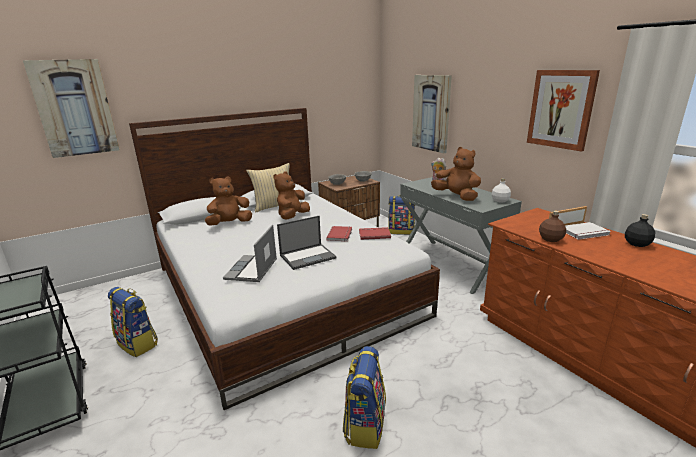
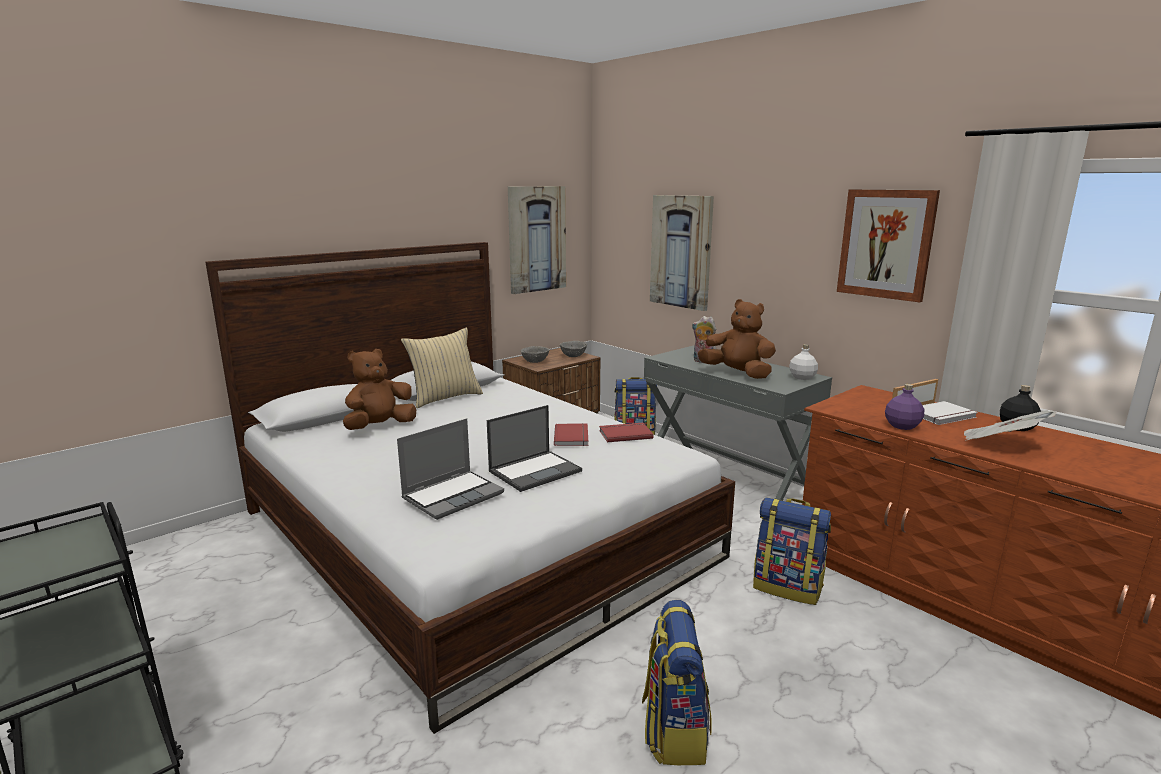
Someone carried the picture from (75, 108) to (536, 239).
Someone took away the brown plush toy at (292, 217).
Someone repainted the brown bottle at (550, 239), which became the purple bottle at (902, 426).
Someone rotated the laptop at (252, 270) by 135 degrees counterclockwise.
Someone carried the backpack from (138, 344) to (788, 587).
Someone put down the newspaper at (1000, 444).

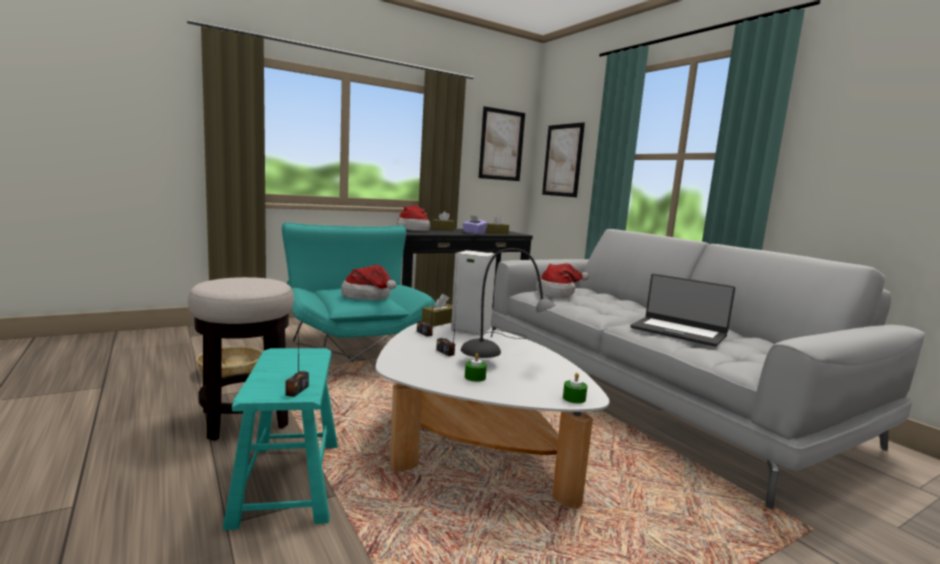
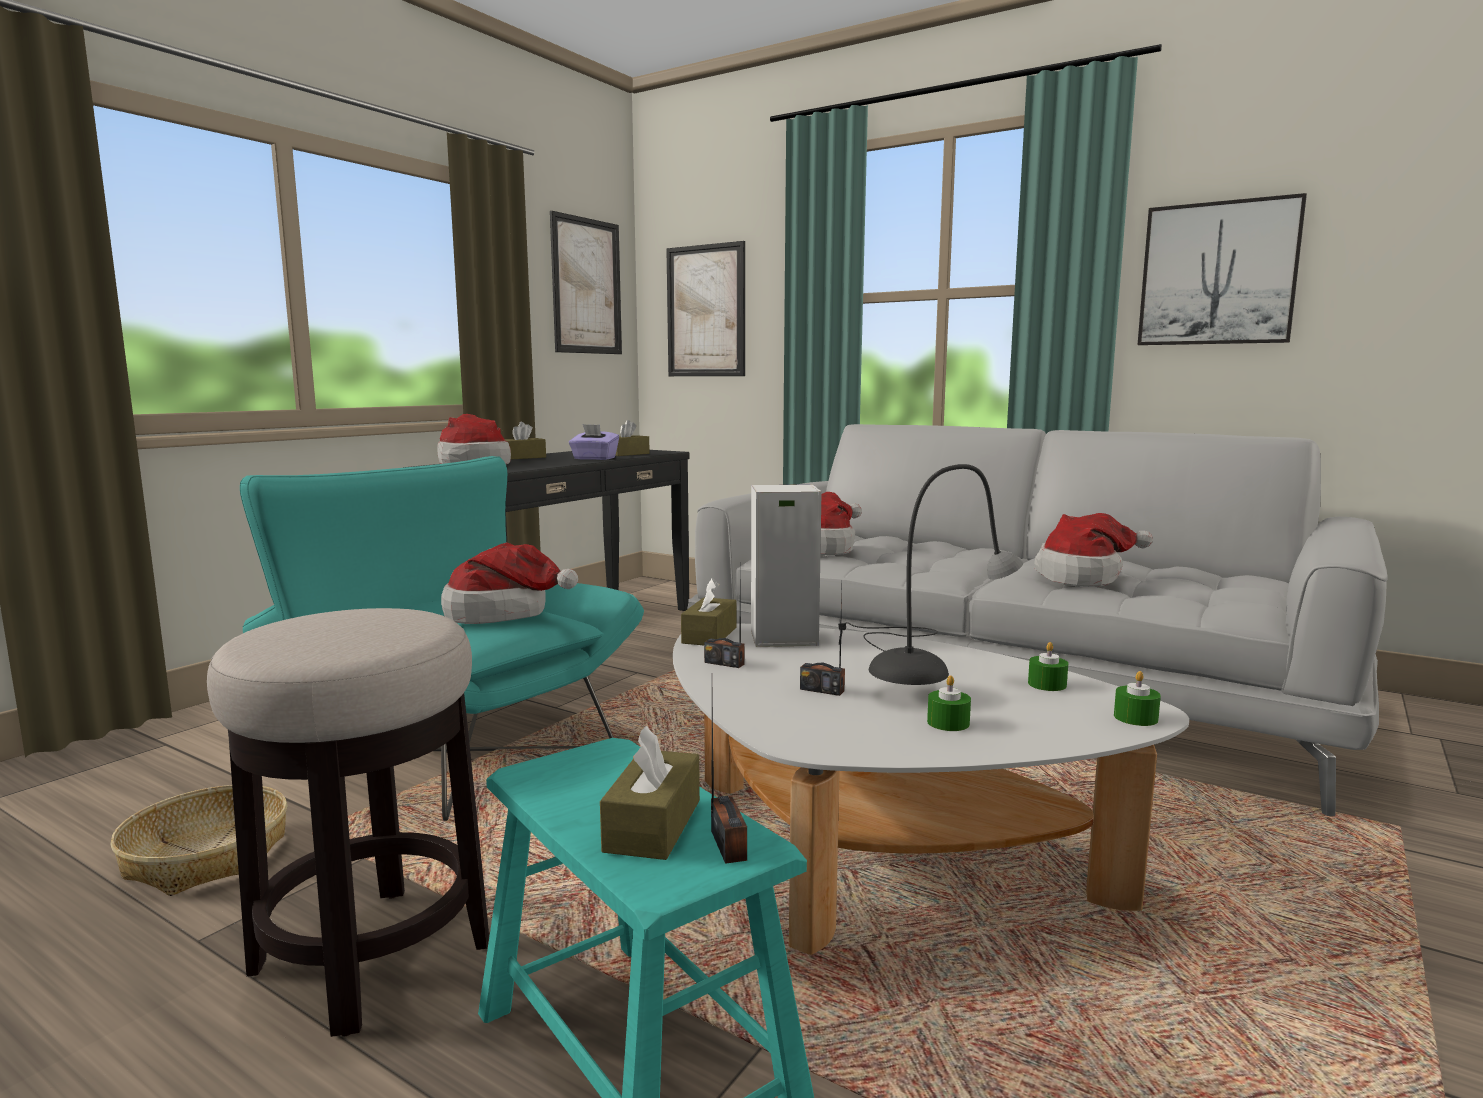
Someone swapped the laptop at (678, 331) for the hat at (1084, 577).
Someone put up the picture at (1218, 274).
Someone put down the green candle at (1047, 684).
Someone put down the brown tissue box at (653, 825).

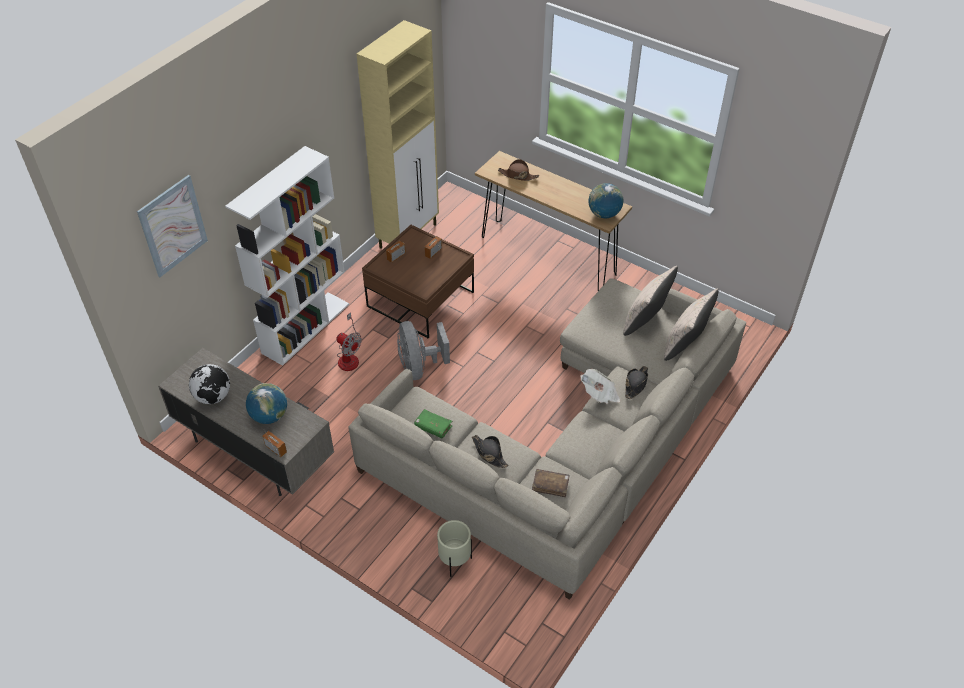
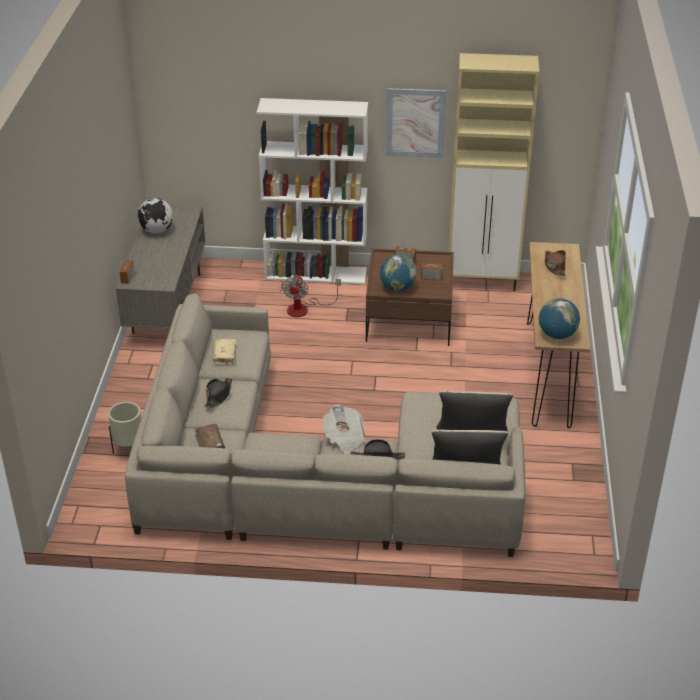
Someone carried the picture from (173, 226) to (415, 123).
Someone took away the grey fan at (419, 367).
Someone carried the globe from (269, 416) to (397, 288).
Someone repainted the green book at (433, 427), which became the beige book at (224, 355).

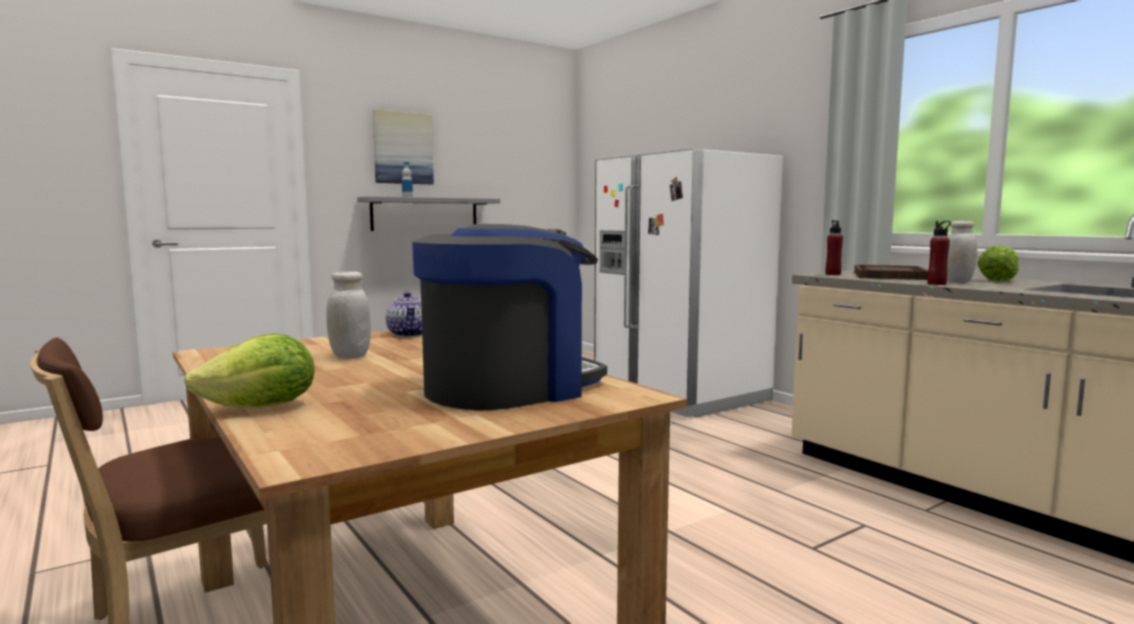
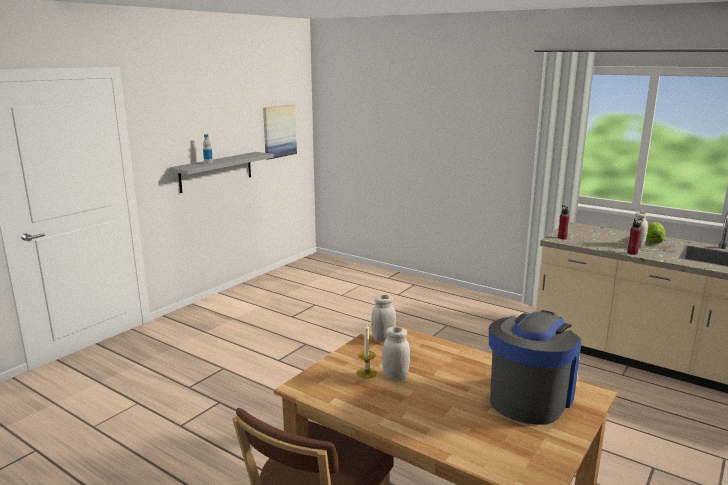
Someone carried the picture from (403, 148) to (279, 131).
Someone took away the white fridge at (680, 395).
Someone took away the brown tray at (890, 275).
Someone swapped the teapot at (409, 334) for the white jar at (383, 339).
Someone took away the lettuce at (262, 408).
Someone put down the candle at (366, 373).

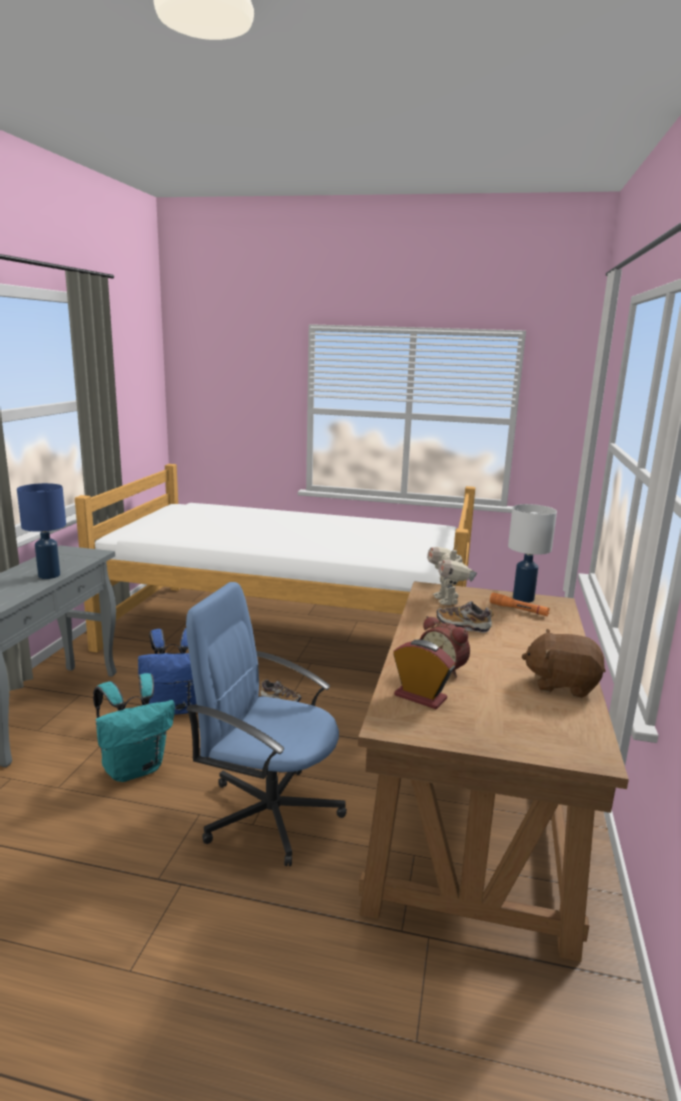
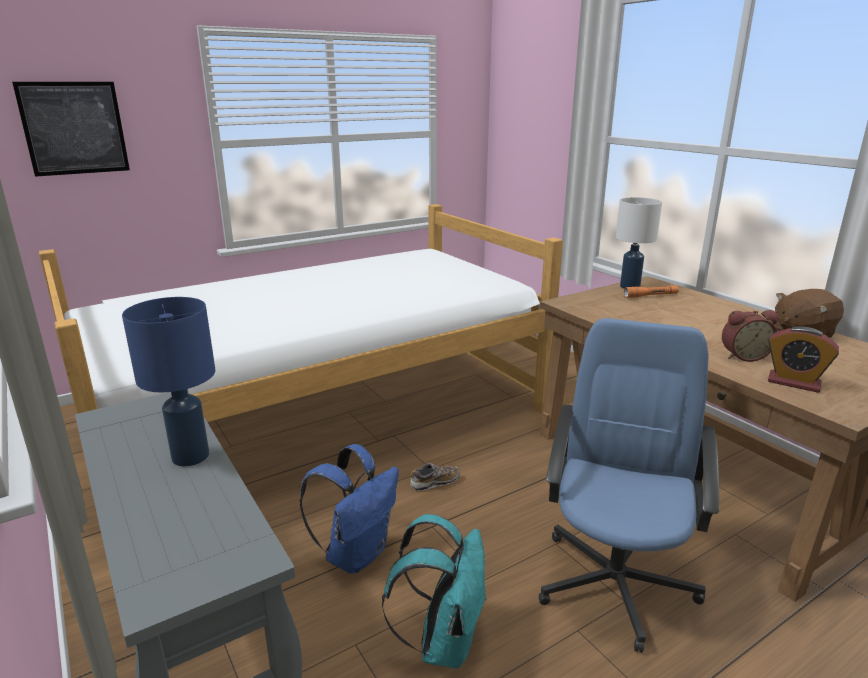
Someone took away the toy robot at (447, 600).
Someone rotated the blue office chair at (269, 812) by 135 degrees clockwise.
Someone took away the shoe at (463, 626).
Someone rotated the alarm clock at (420, 697) by 135 degrees counterclockwise.
Someone put up the picture at (74, 128).

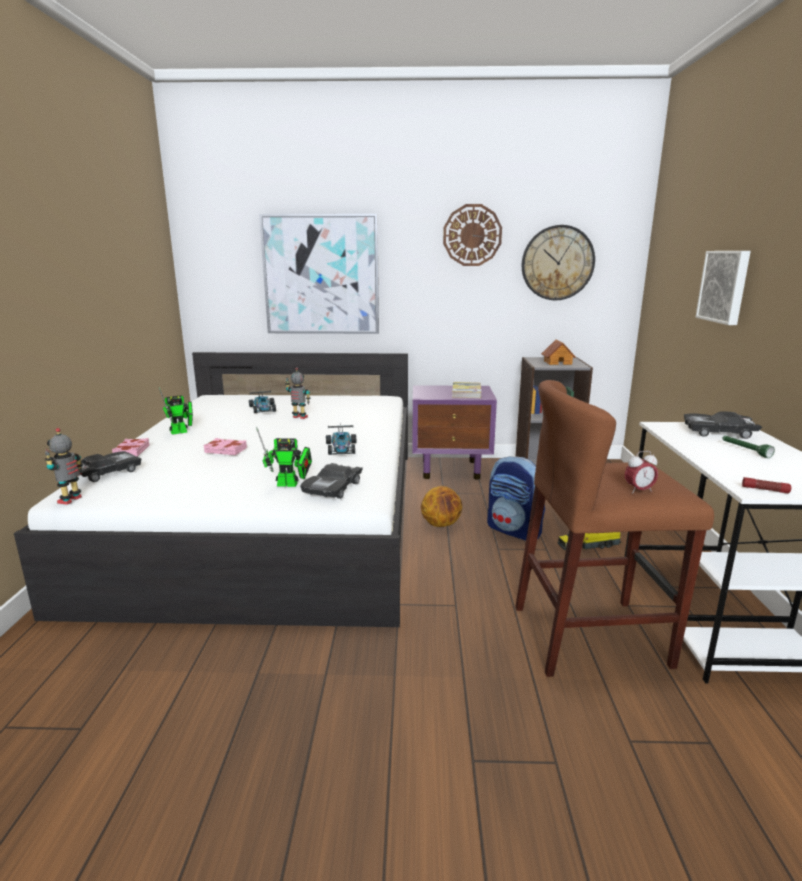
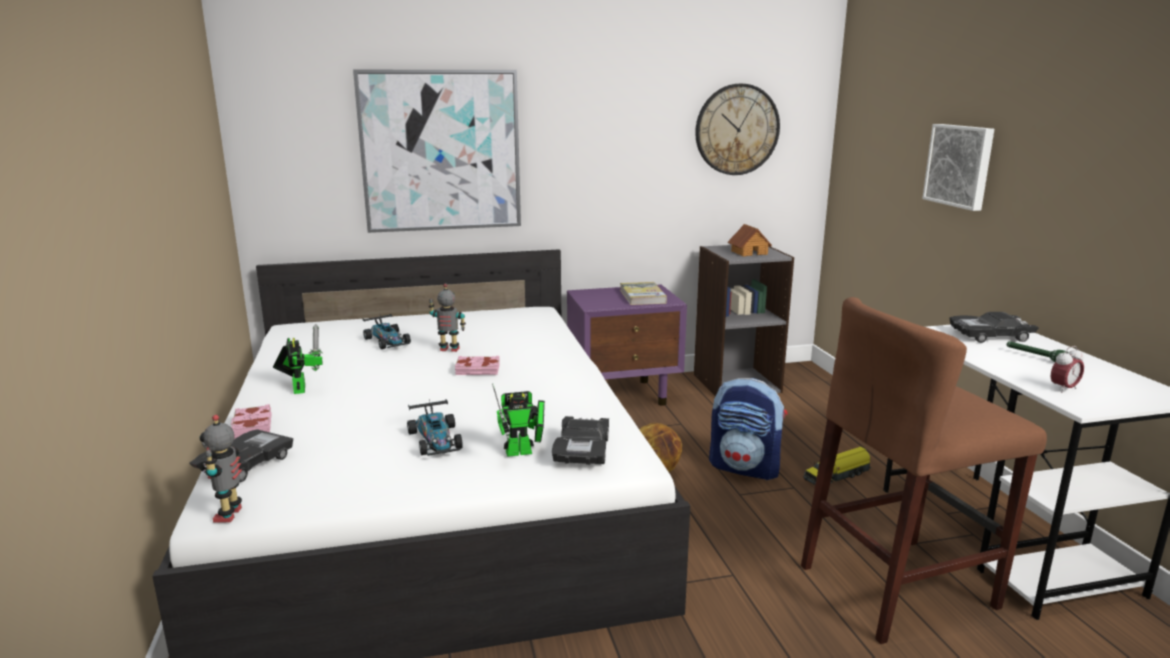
Someone took away the wall clock at (472, 235).
Someone rotated the toy robot at (181, 432) by 60 degrees counterclockwise.
Someone carried the toy car from (341, 448) to (436, 439).
Someone carried the pink book from (225, 450) to (477, 370).
Someone carried the alarm clock from (638, 491) to (1063, 389).
Someone took away the flashlight at (765, 490).

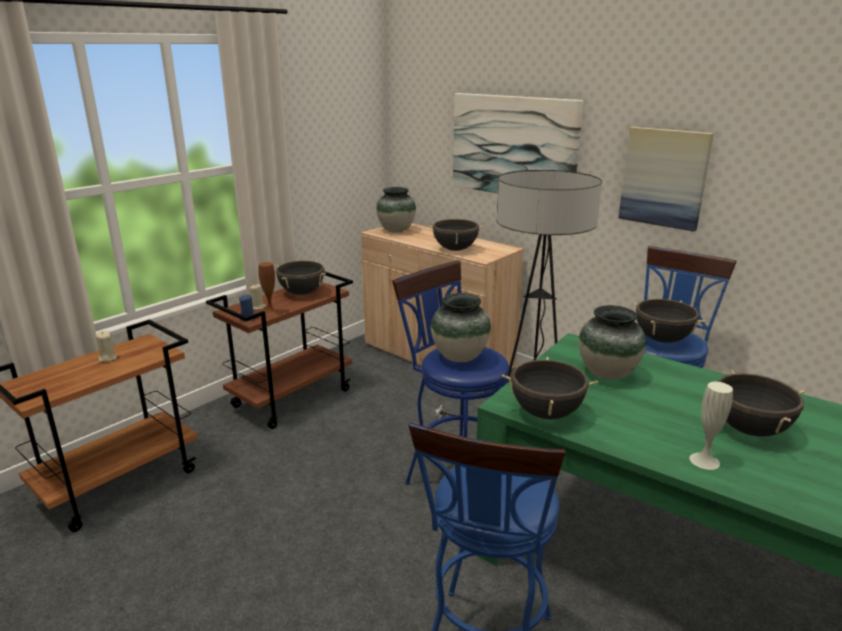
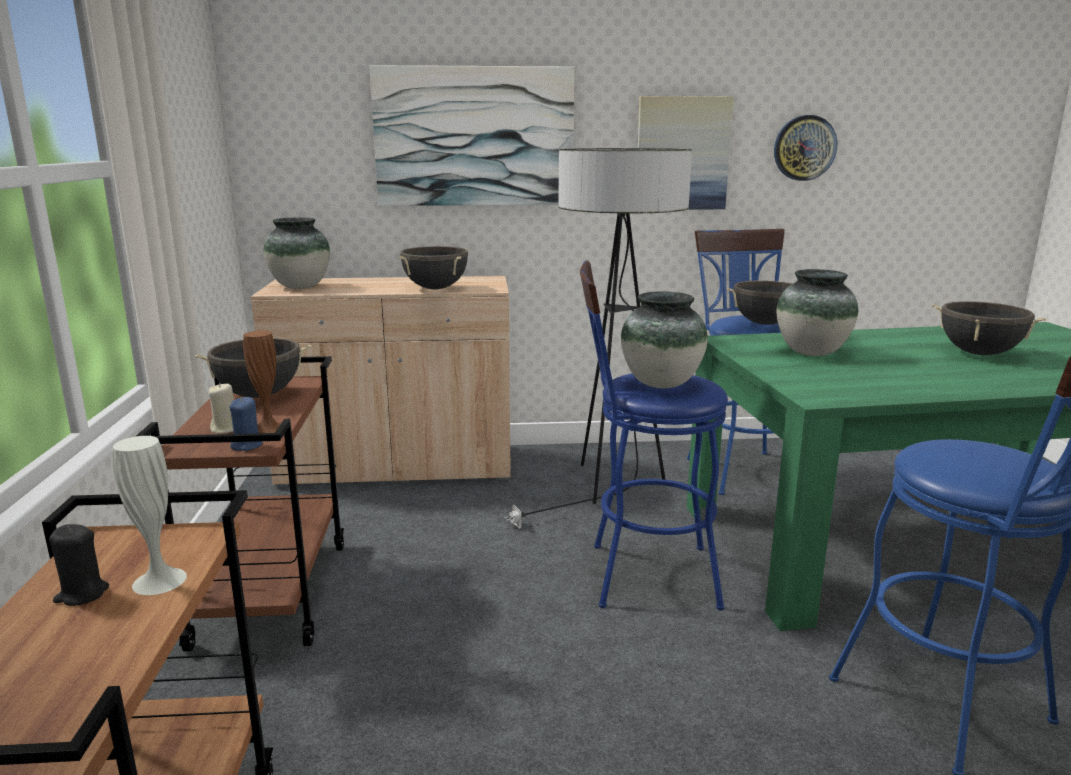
Someone repainted the beige candle at (107, 358), which became the black candle at (81, 594).
Someone took away the black cooking pot at (546, 413).
Someone carried the white vase from (704, 461) to (159, 581).
Someone put up the wall clock at (804, 148).

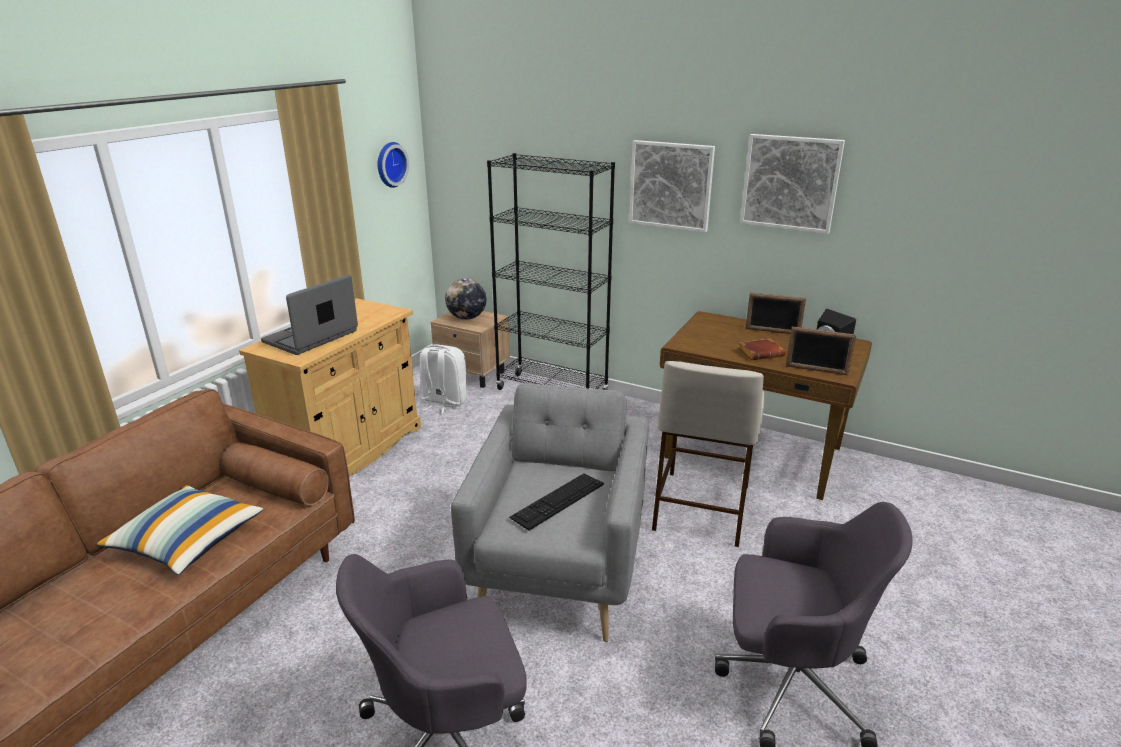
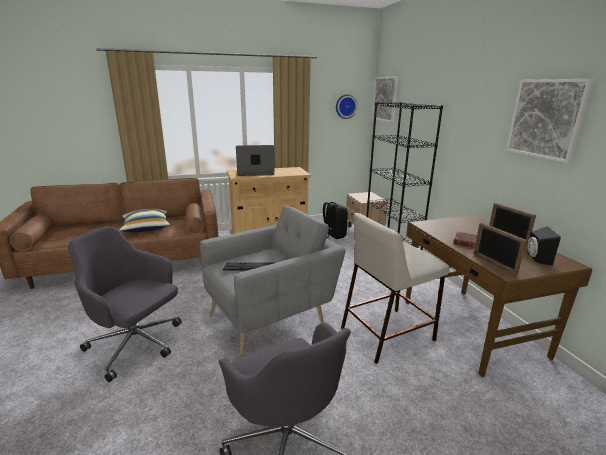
Someone carried the picture from (671, 185) to (385, 99).
Someone took away the globe at (467, 318).
Someone repainted the white backpack at (444, 402), which became the black backpack at (333, 235).

